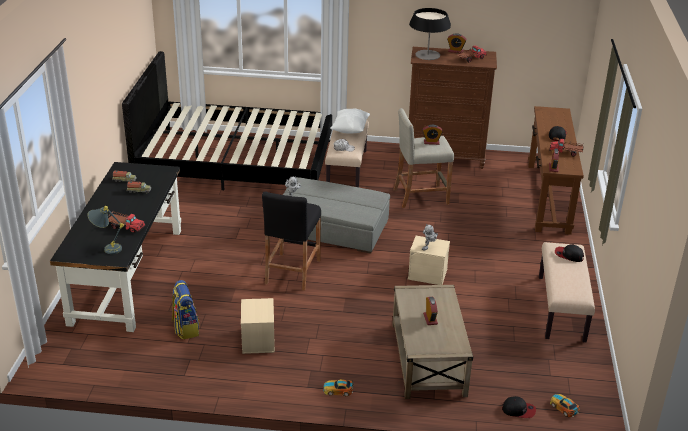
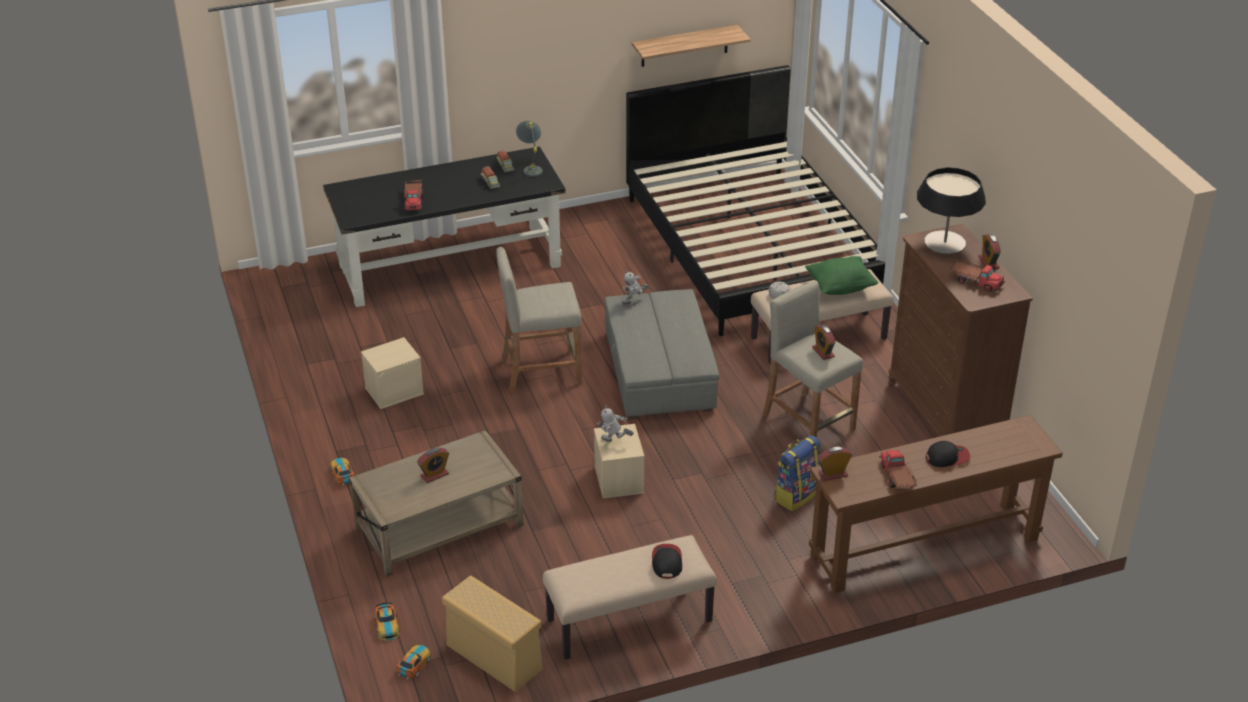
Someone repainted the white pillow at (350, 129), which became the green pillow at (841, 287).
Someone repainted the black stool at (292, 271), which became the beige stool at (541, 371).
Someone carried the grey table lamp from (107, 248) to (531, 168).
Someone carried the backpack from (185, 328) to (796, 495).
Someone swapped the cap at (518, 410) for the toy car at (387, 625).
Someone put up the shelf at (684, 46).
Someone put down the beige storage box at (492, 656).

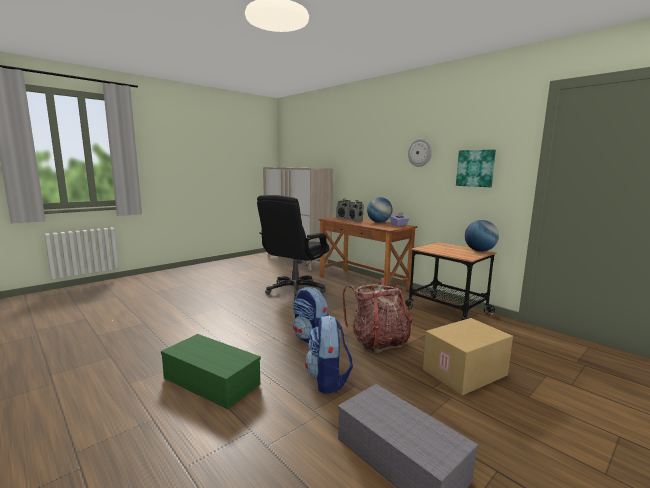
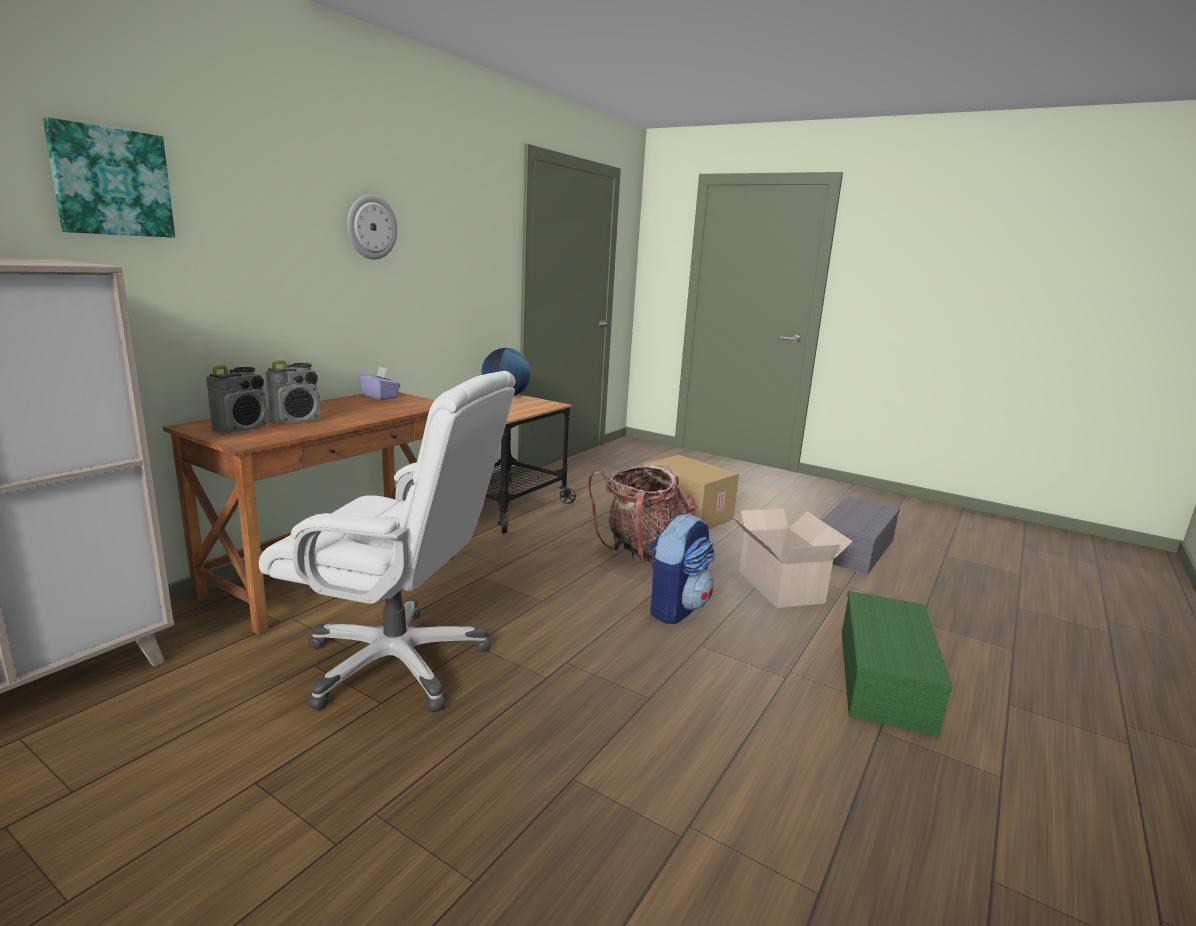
Someone carried the picture from (475, 168) to (111, 182).
Someone repainted the black office chair at (295, 290), which became the white office chair at (398, 662).
Someone took away the globe at (379, 222).
Someone swapped the backpack at (328, 380) for the cardboard box at (779, 585).

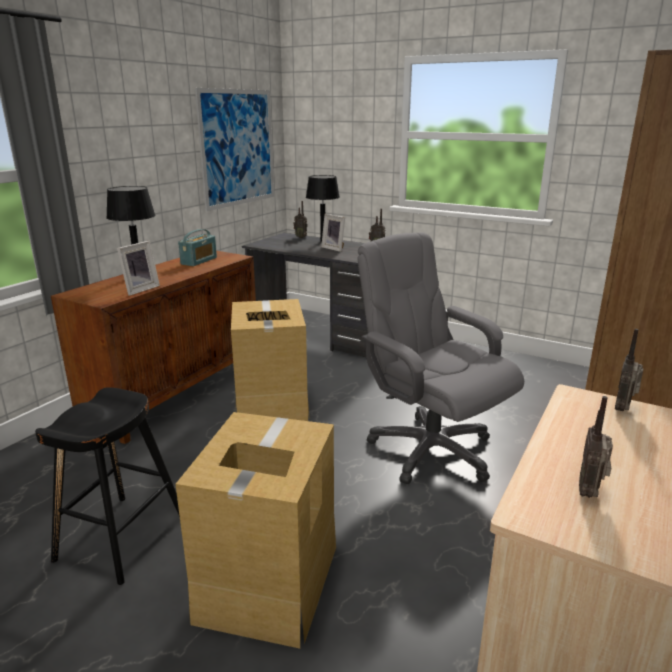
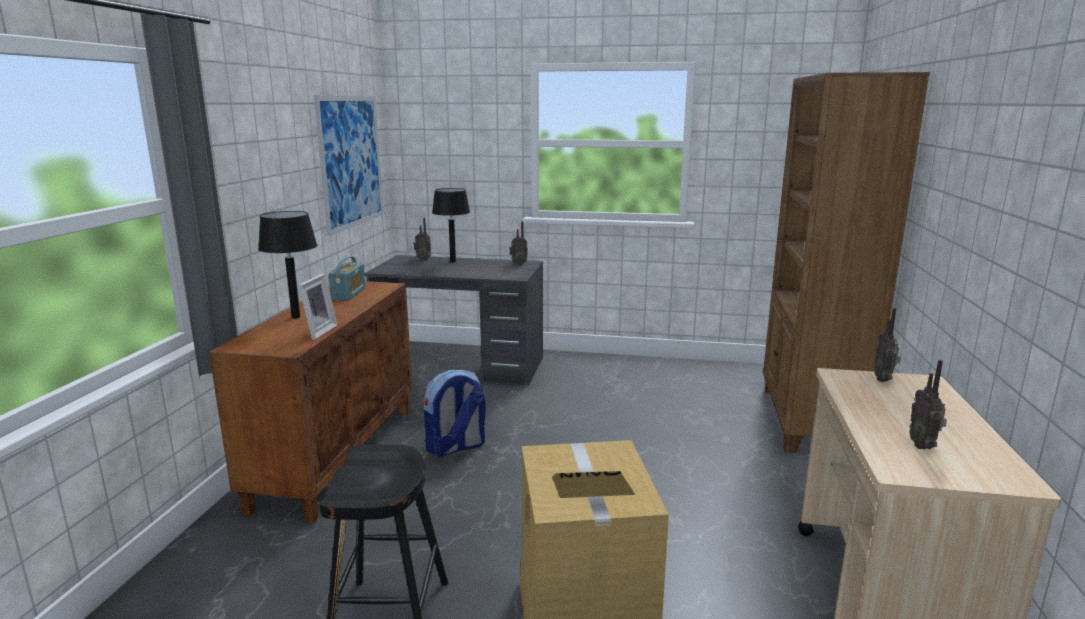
Someone took away the picture frame at (334, 248).
Someone took away the grey office chair at (430, 449).
Someone swapped the cardboard box at (270, 403) for the backpack at (455, 447).

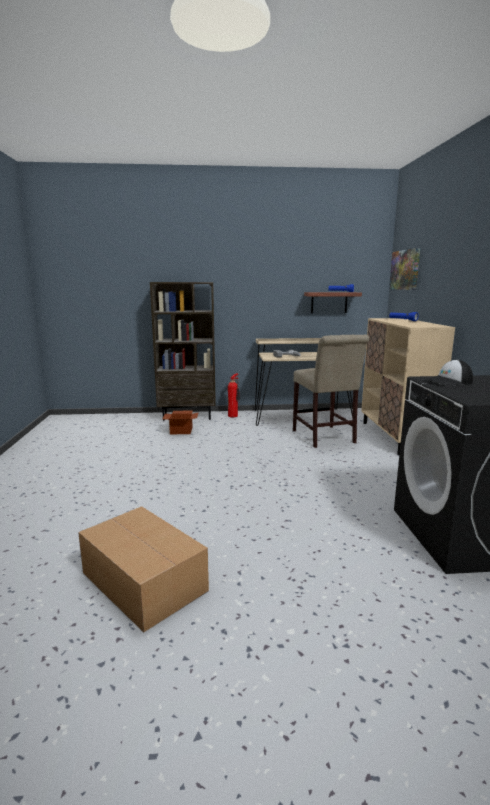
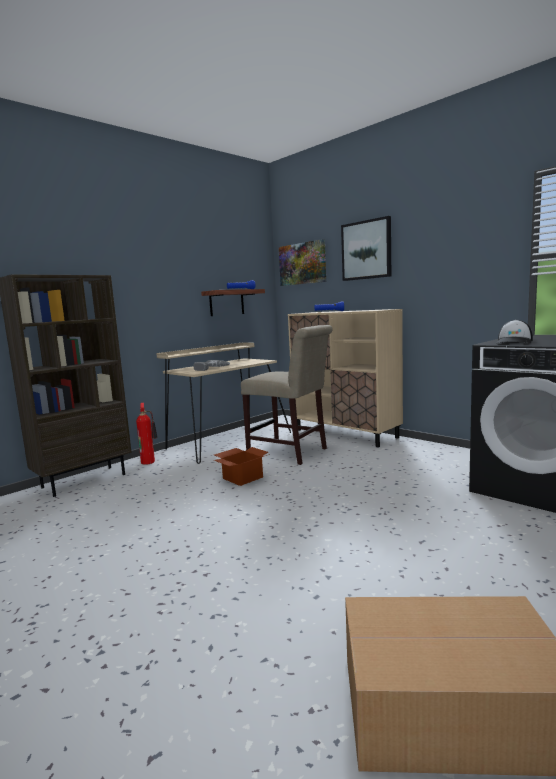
Someone carried the cardboard box from (181, 430) to (242, 477).
Someone put up the picture at (366, 250).

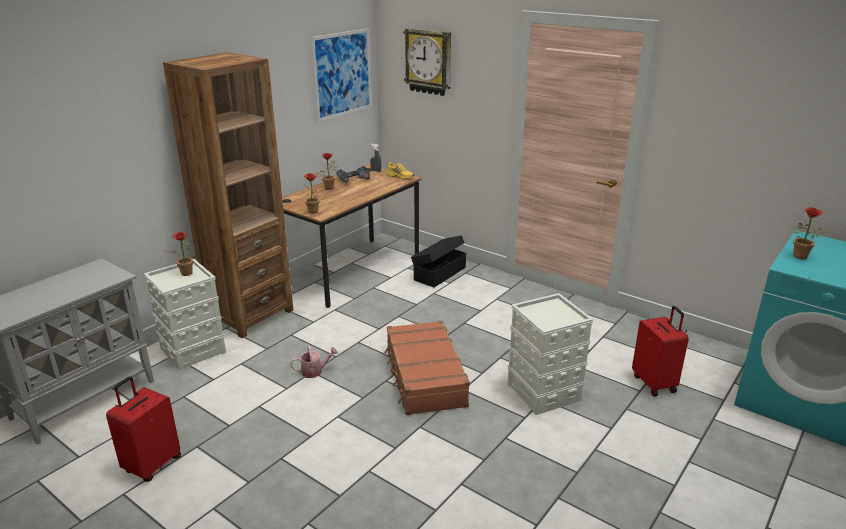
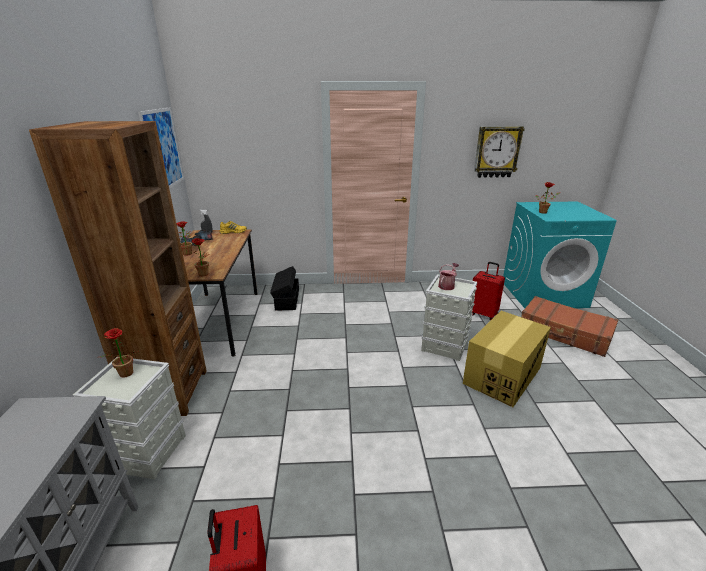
Someone carried the wall clock from (429, 61) to (497, 152).
Someone carried the brown suitcase from (424, 377) to (564, 333).
Someone carried the watering can from (315, 371) to (447, 285).
Someone put down the cardboard box at (502, 375).

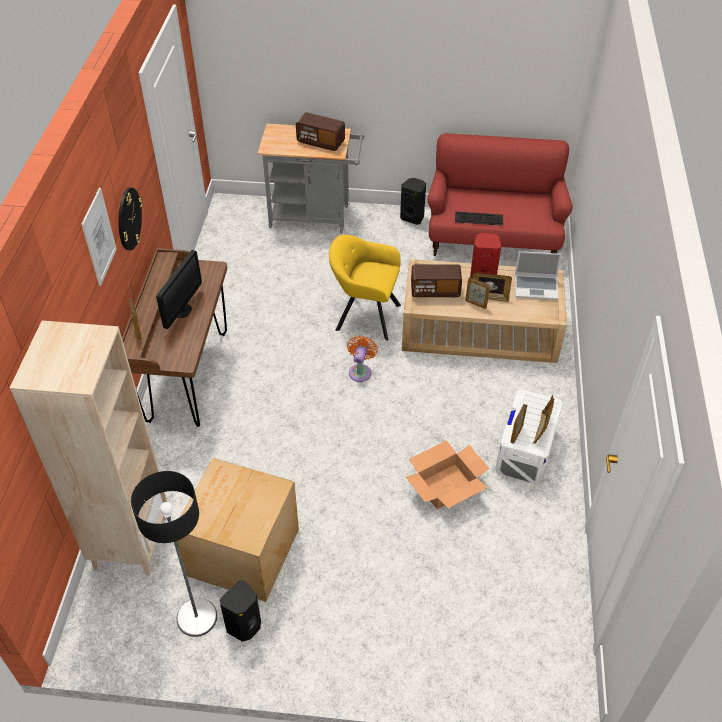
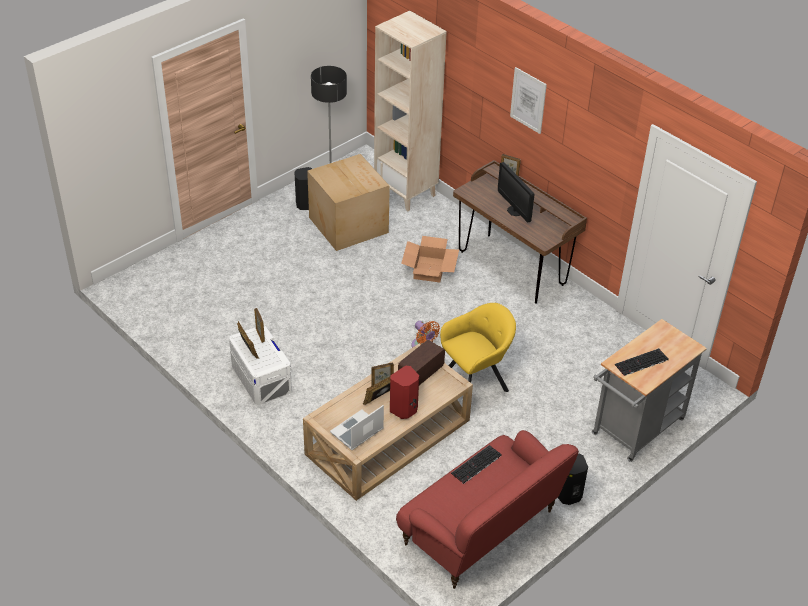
Someone swapped the radio at (321, 142) for the keyboard at (641, 363).
Someone took away the wall clock at (129, 219).
Someone carried the cardboard box from (445, 486) to (429, 269).

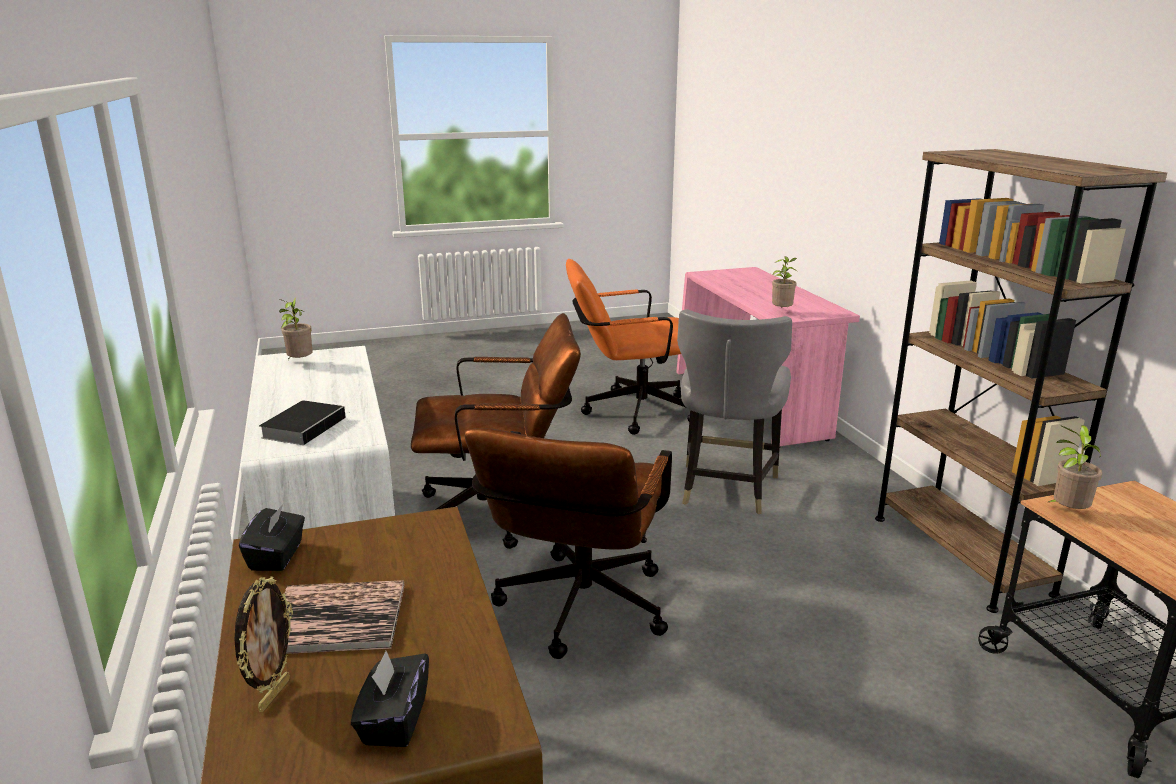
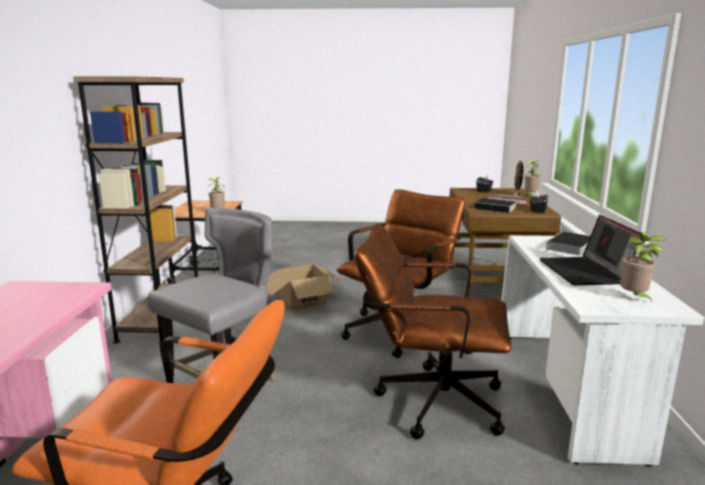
Someone carried the potted plant from (782, 312) to (530, 196).
Someone put down the book at (496, 208).
Someone put down the laptop at (586, 272).
Someone put down the cardboard box at (303, 300).

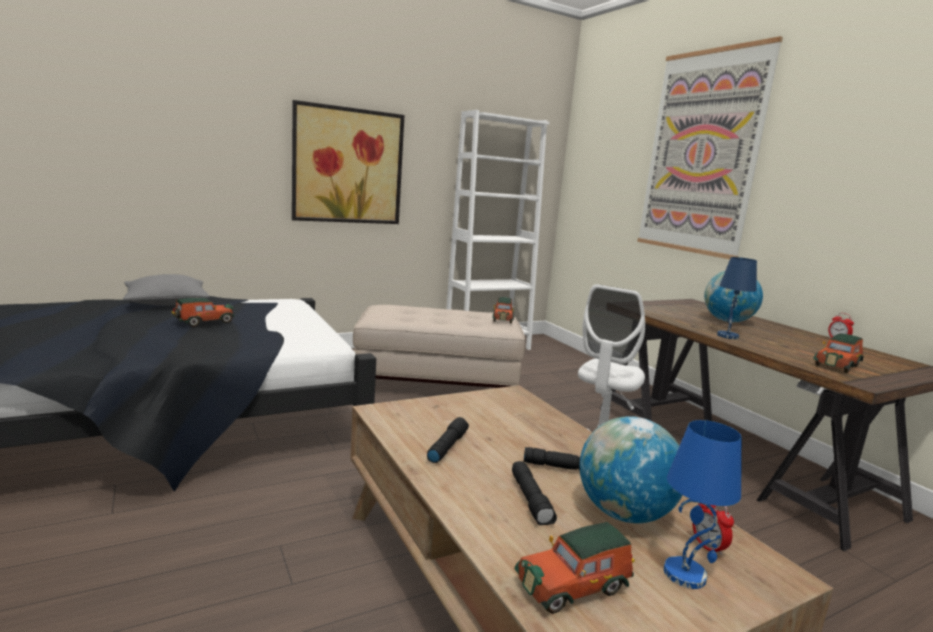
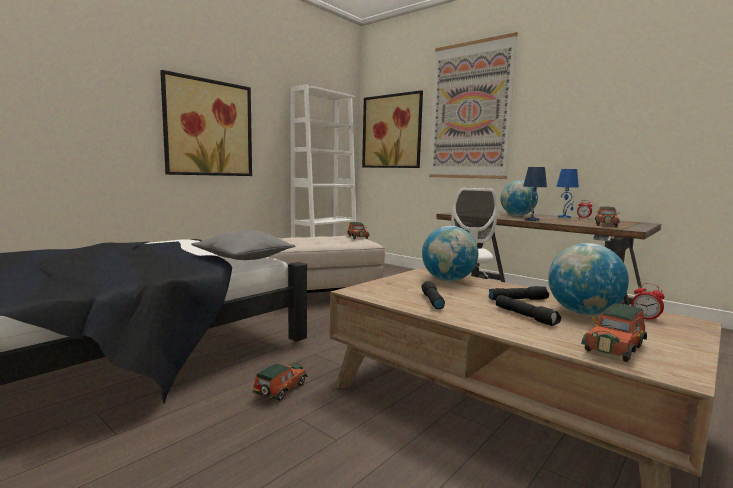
Someone carried the grey pillow from (166, 303) to (244, 258).
Someone carried the toy car from (203, 322) to (279, 390).
Someone carried the blue table lamp from (686, 574) to (564, 217).
Someone put up the picture at (392, 131).
Someone put down the globe at (448, 280).

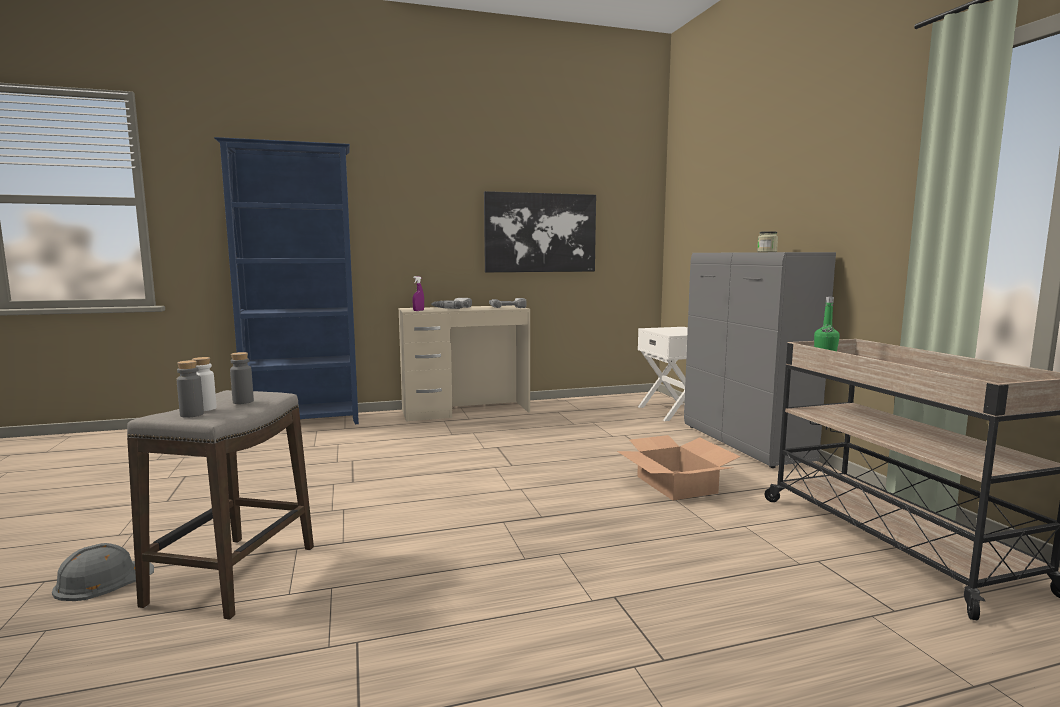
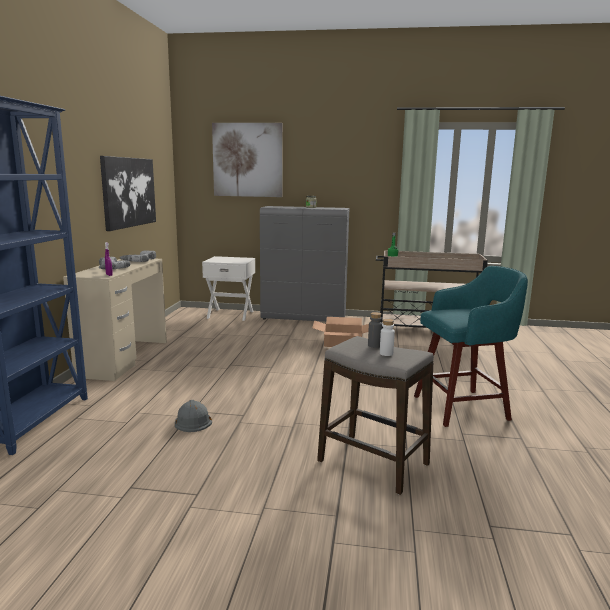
Someone took away the grey bottle at (192, 414).
Someone carried the grey hard hat from (103, 580) to (192, 420).
Someone put up the picture at (247, 160).
Someone put down the turquoise stool at (463, 407).

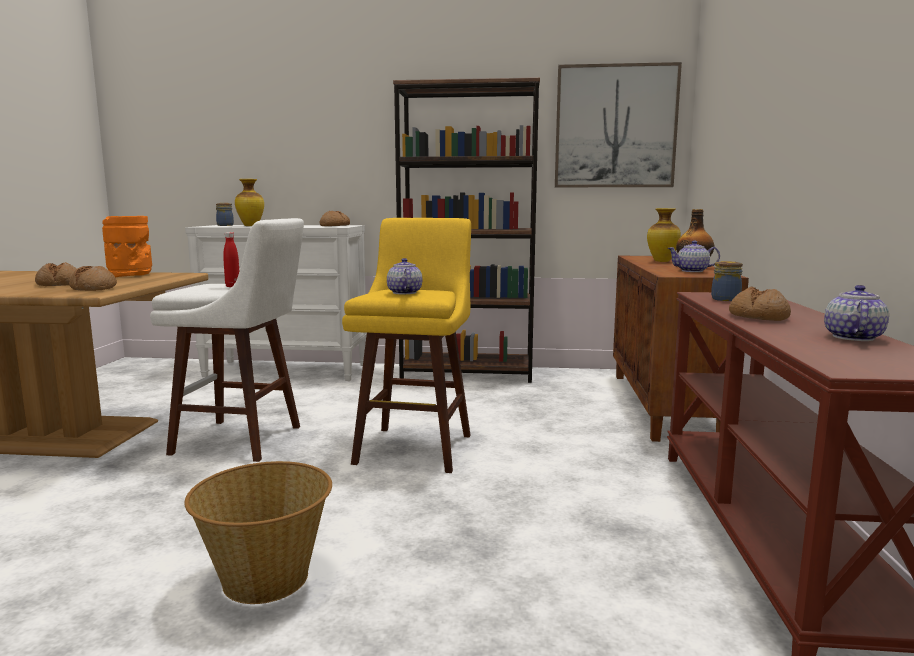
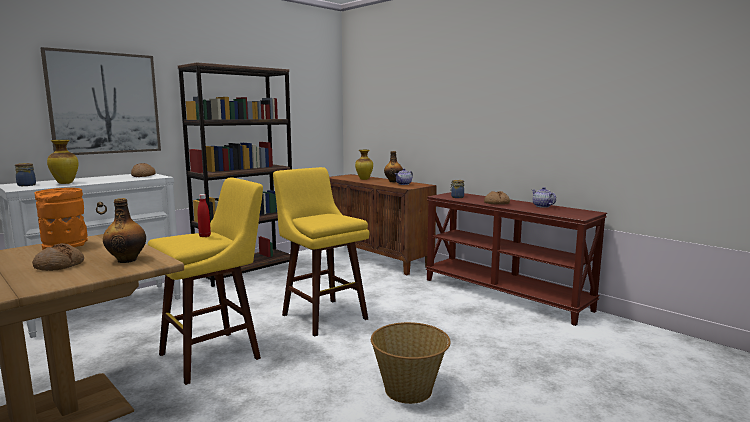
Someone carried the picture from (615, 127) to (105, 103).
Someone repainted the white stool at (243, 440), which became the yellow stool at (215, 354).
Someone took away the teapot at (404, 293).
Someone swapped the bread at (94, 288) for the bottle at (127, 260).

